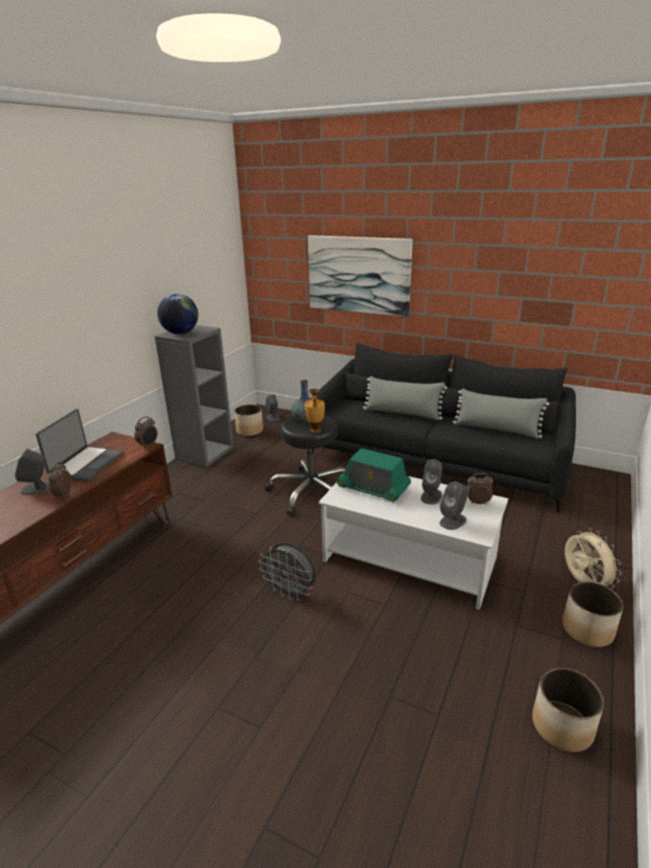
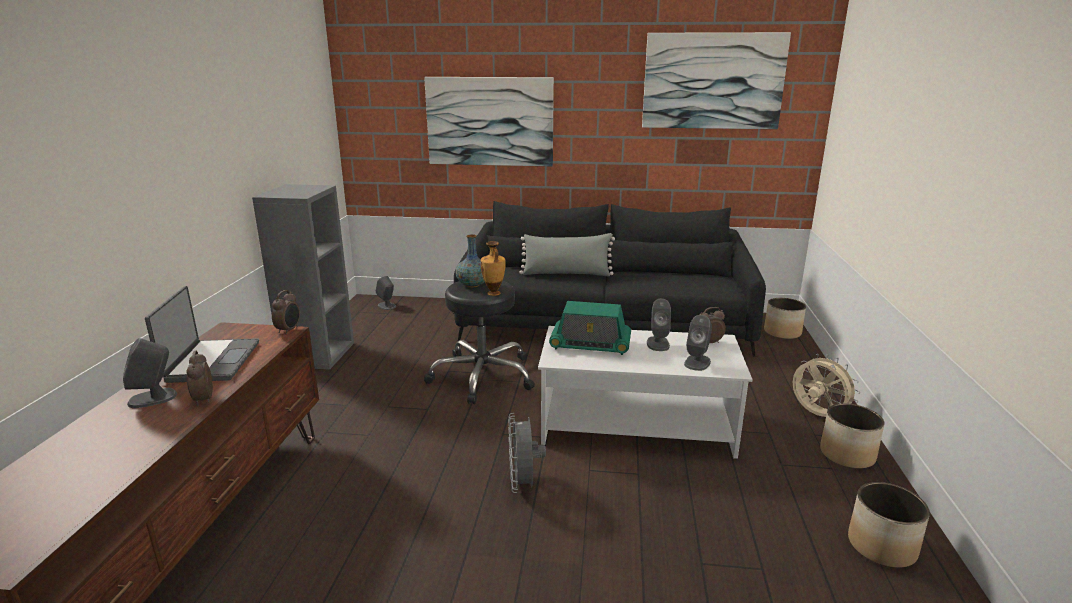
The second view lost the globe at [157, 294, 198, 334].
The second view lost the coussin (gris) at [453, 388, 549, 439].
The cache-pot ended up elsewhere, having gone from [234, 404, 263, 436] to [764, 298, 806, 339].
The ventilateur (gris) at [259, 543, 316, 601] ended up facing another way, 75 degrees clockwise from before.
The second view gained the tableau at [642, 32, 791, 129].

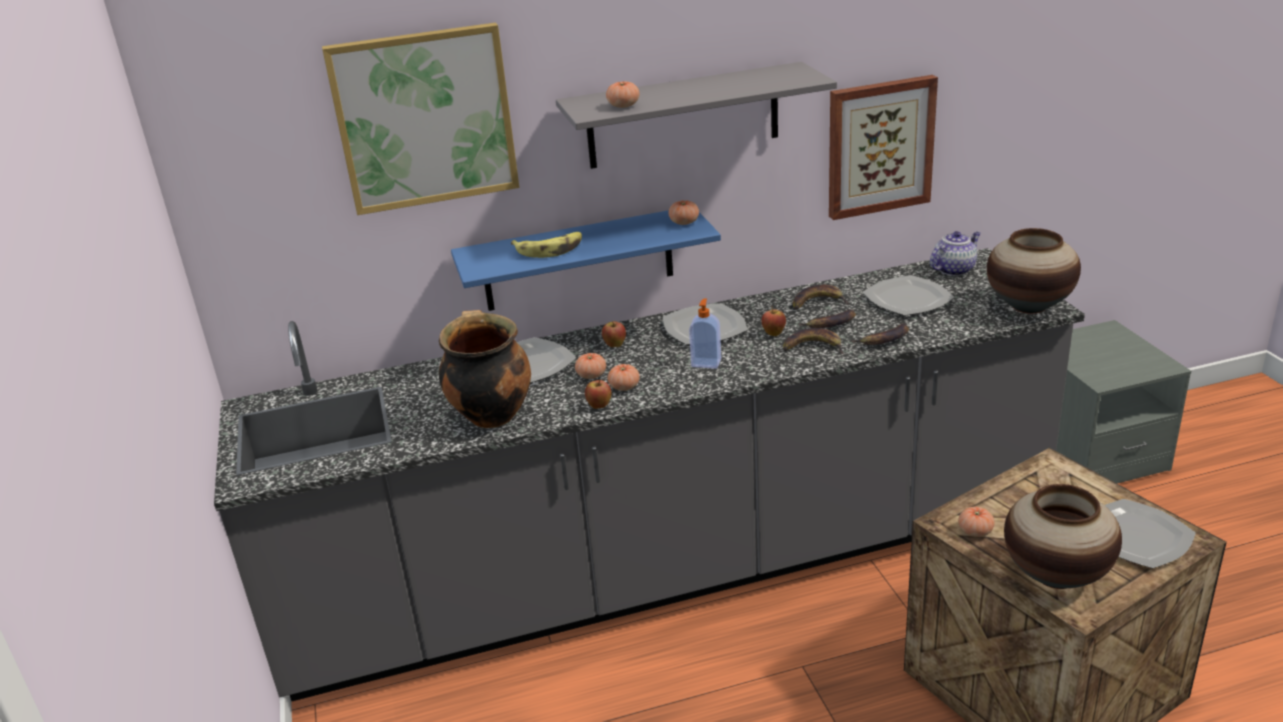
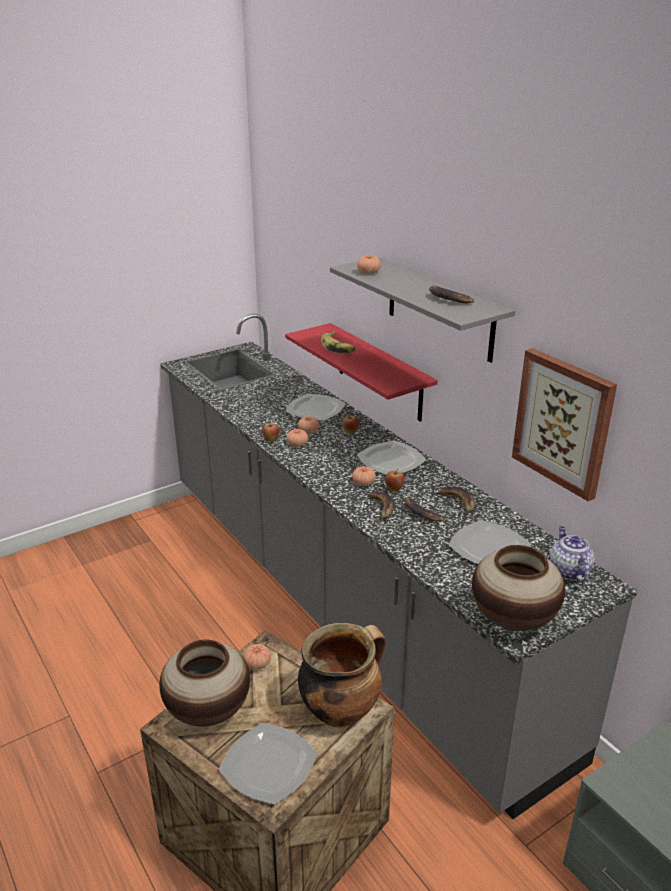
The second view lost the tableau at [322, 23, 519, 215].
The tomate ended up elsewhere, having gone from [669, 200, 699, 225] to [352, 466, 376, 486].
What was the étagère (bleu) at [451, 210, 721, 311] turned into the étagère (rouge) at [285, 323, 438, 422].
The théière at [930, 231, 981, 276] ended up facing another way, 135 degrees counterclockwise from before.
The second view lost the distributeur de savon at [689, 298, 721, 369].
The marmite ended up elsewhere, having gone from [439, 310, 531, 428] to [298, 623, 386, 727].
The banane ended up elsewhere, having gone from [851, 323, 909, 345] to [429, 286, 474, 304].

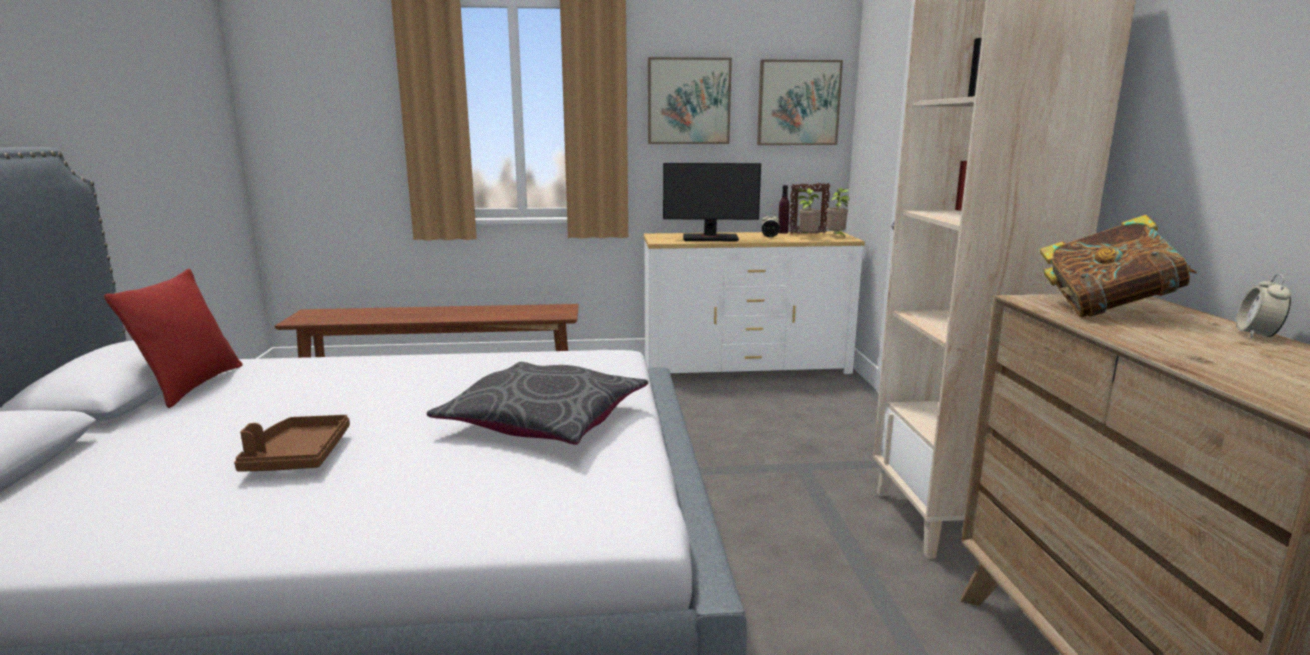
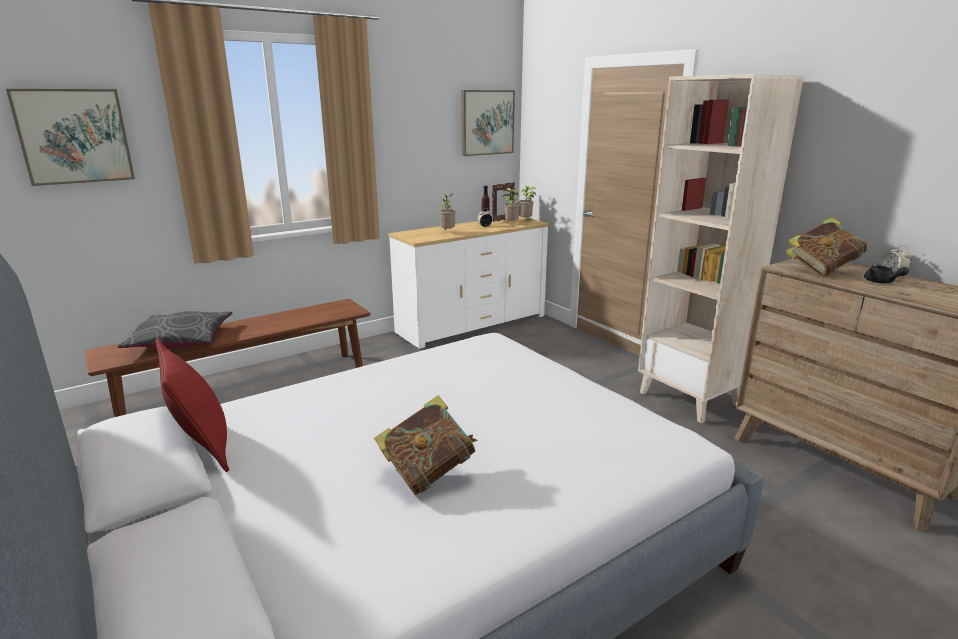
The tableau ended up elsewhere, having gone from [648, 57, 732, 144] to [6, 89, 135, 186].
Where the écran d'ordinateur stood at [663, 163, 761, 241], the plante en pot came to stand at [439, 194, 456, 230].
The coussin (gris) ended up elsewhere, having gone from [427, 362, 648, 445] to [118, 311, 232, 348].
Where the plateau (marron) stood at [234, 415, 350, 472], the livre came to stand at [374, 395, 478, 495].
The second view gained the théière (noir) at [864, 264, 909, 283].

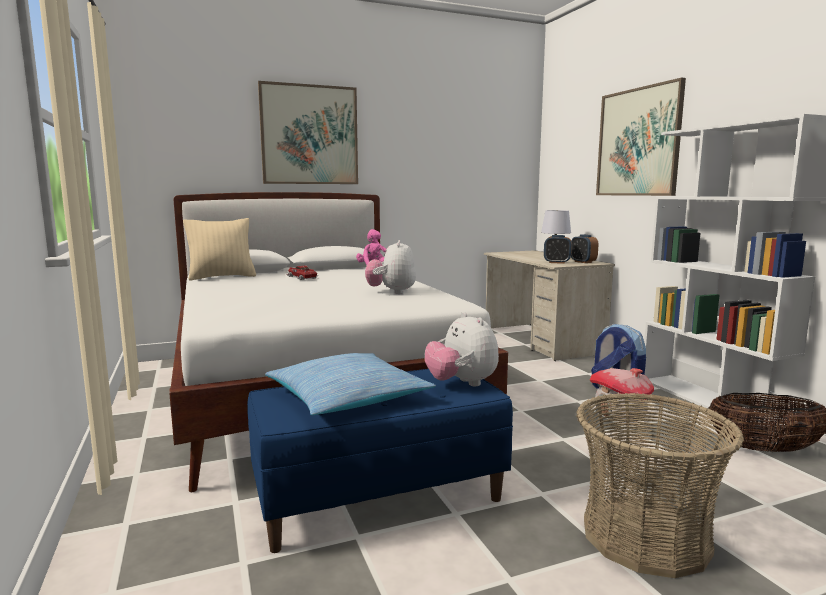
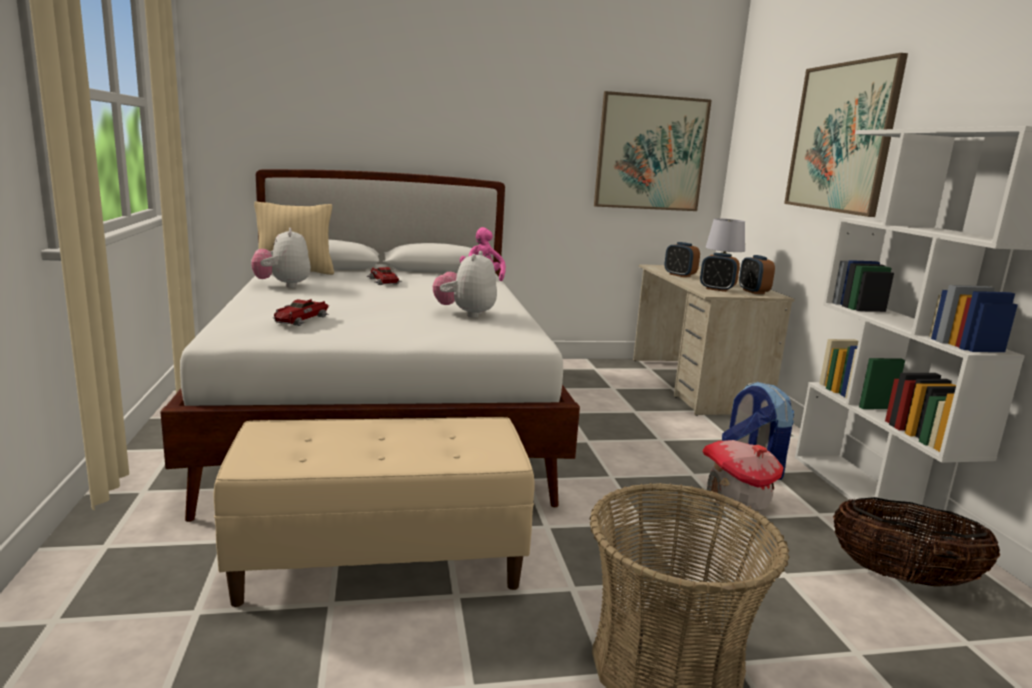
The tableau ended up elsewhere, having gone from [258, 81, 358, 184] to [594, 91, 712, 211].
The peluche ended up elsewhere, having gone from [425, 312, 499, 386] to [251, 228, 311, 288].
The second view lost the coussin at [265, 353, 436, 415].
What was the banc (bleu) at [247, 369, 513, 553] turned into the banc (beige) at [214, 417, 535, 607].
The second view gained the réveil at [665, 242, 700, 277].
The second view gained the petite voiture at [273, 299, 329, 326].

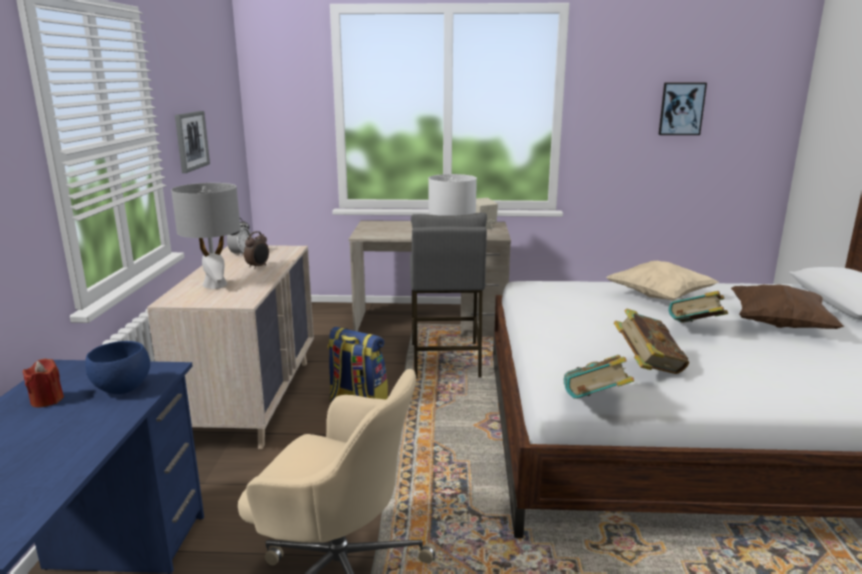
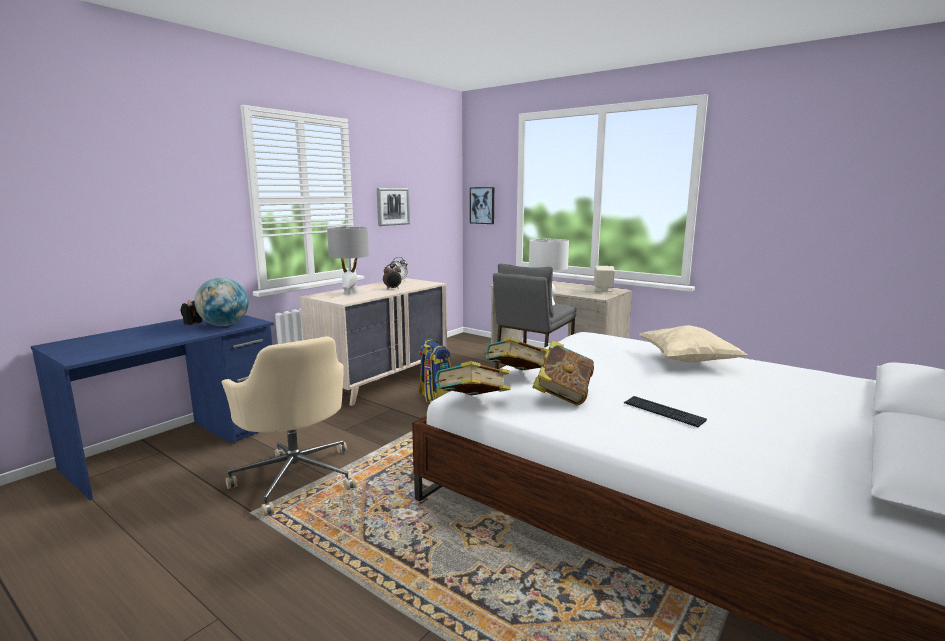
The tableau ended up elsewhere, having gone from [658, 83, 707, 135] to [470, 187, 494, 224].
The second view lost the coussin (marron) at [731, 284, 844, 329].
The livre ended up elsewhere, having gone from [668, 291, 728, 323] to [484, 337, 549, 370].
Where the bol (bleu) stood at [85, 341, 150, 394], the globe came to stand at [194, 277, 249, 326].
What was the bougie (rouge) at [22, 359, 64, 407] turned into the bougie (noir) at [181, 300, 202, 325].
The second view gained the clavier at [624, 396, 707, 427].

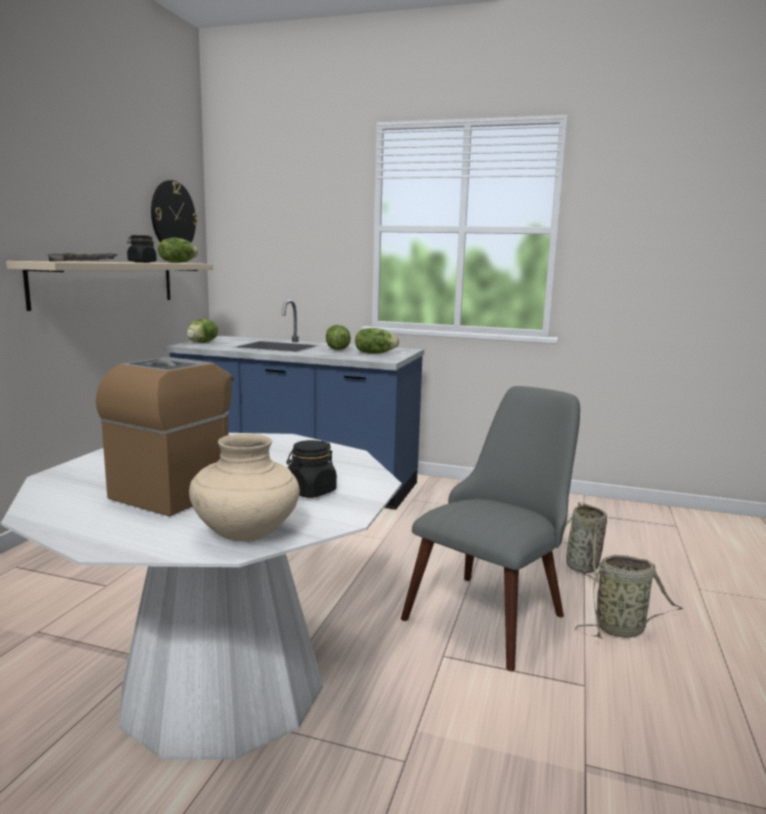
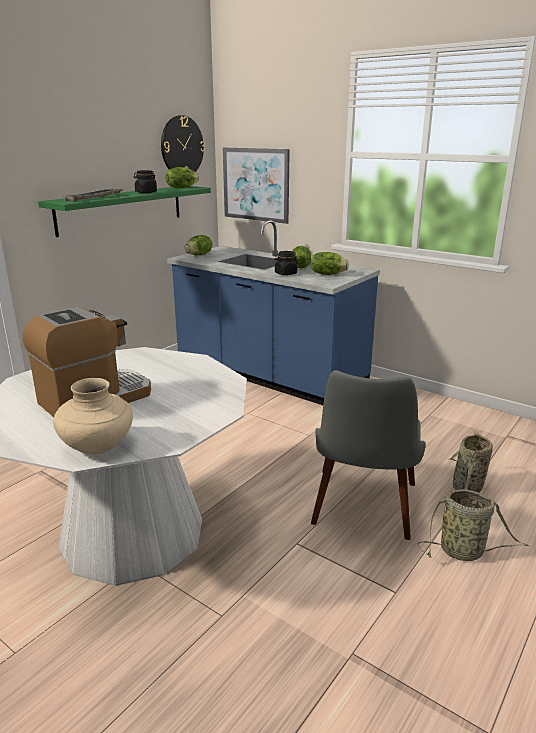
What was the étagère (beige) at [6, 261, 213, 311] turned into the étagère (vert) at [38, 186, 211, 237].
The chaise (gris) at [401, 386, 580, 671] ended up facing another way, 135 degrees clockwise from before.
The bocal (noir) ended up elsewhere, having gone from [287, 440, 337, 498] to [275, 251, 297, 275].
The second view gained the tableau at [223, 148, 290, 224].

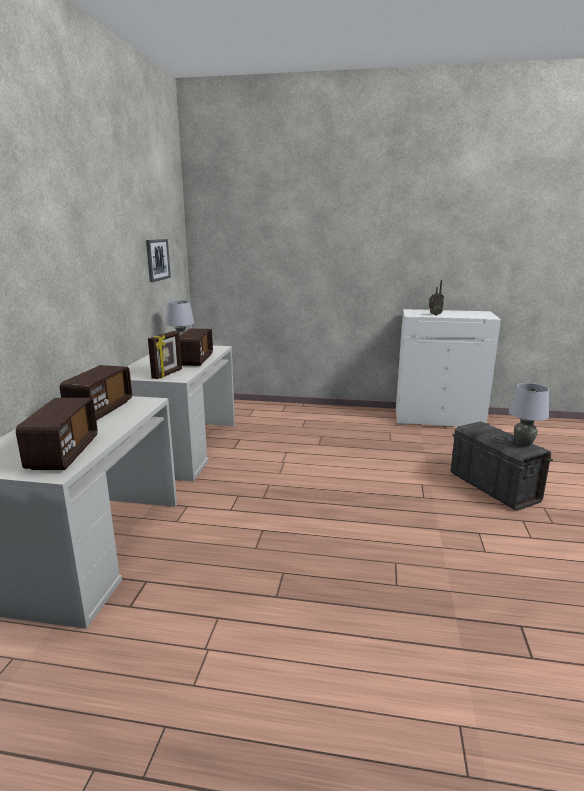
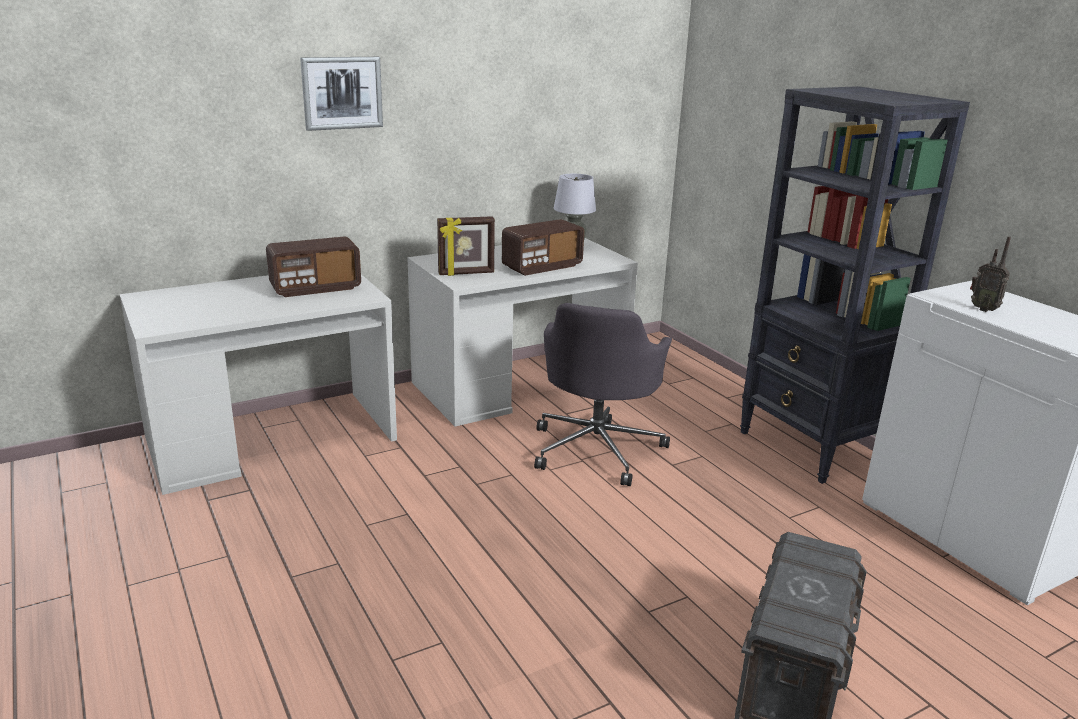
The tableau ended up elsewhere, having gone from [146, 239, 171, 282] to [300, 57, 383, 131].
The second view lost the lampe de table (gris) at [509, 383, 549, 447].
The second view lost the radio at [16, 398, 98, 470].
The second view gained the bibliothèque (noir) at [740, 86, 970, 484].
The second view gained the chaise de bureau (gris) at [534, 303, 672, 486].

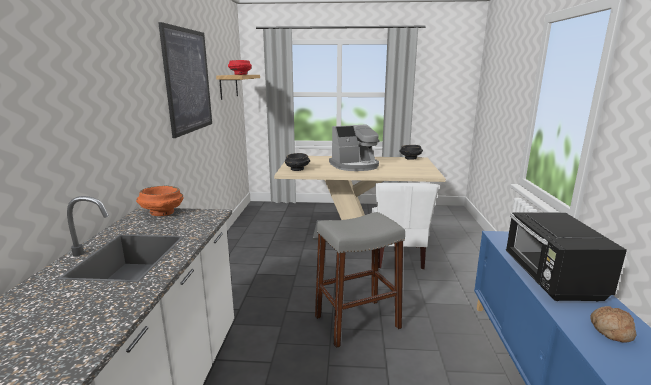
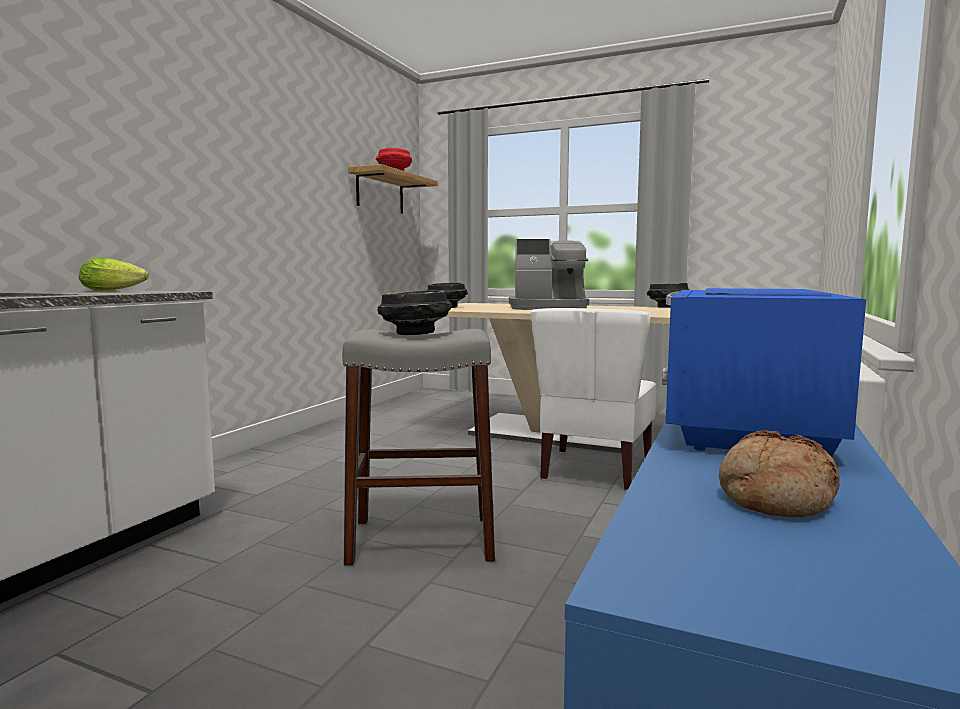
The second view lost the tableau at [158, 22, 212, 138].
Where the bol (orange) stood at [136, 186, 184, 216], the laitue came to stand at [79, 257, 149, 291].
What was the micro-ondes (noir) at [506, 212, 627, 302] turned into the micro-ondes (bleu) at [662, 288, 866, 457].
The second view gained the bol (noir) at [378, 290, 452, 335].

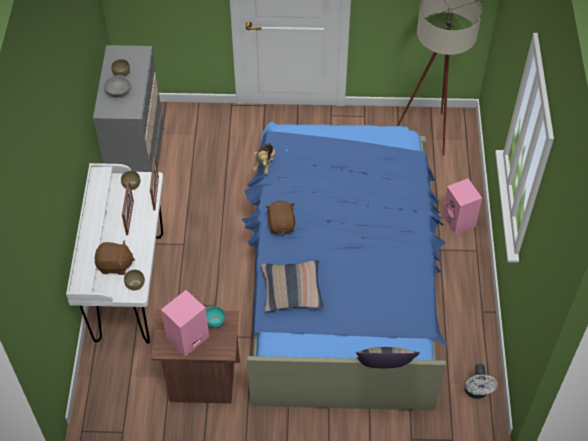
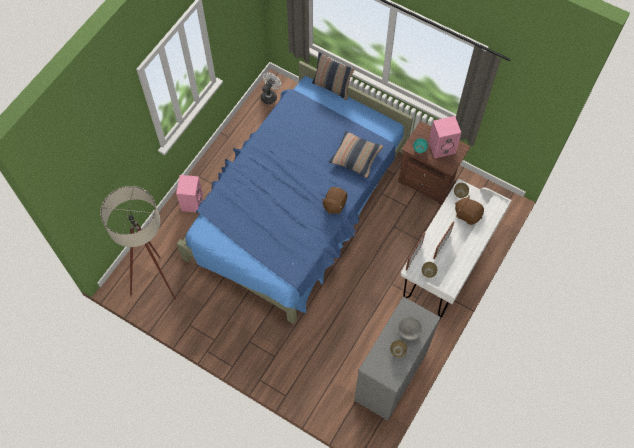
The second view lost the peluche at [253, 143, 275, 174].

